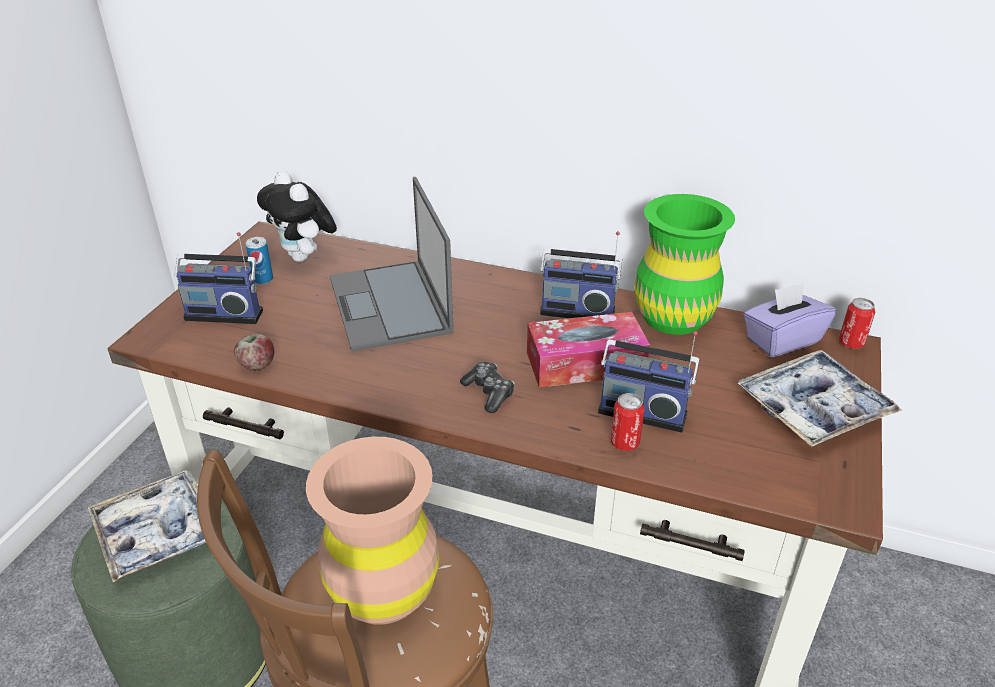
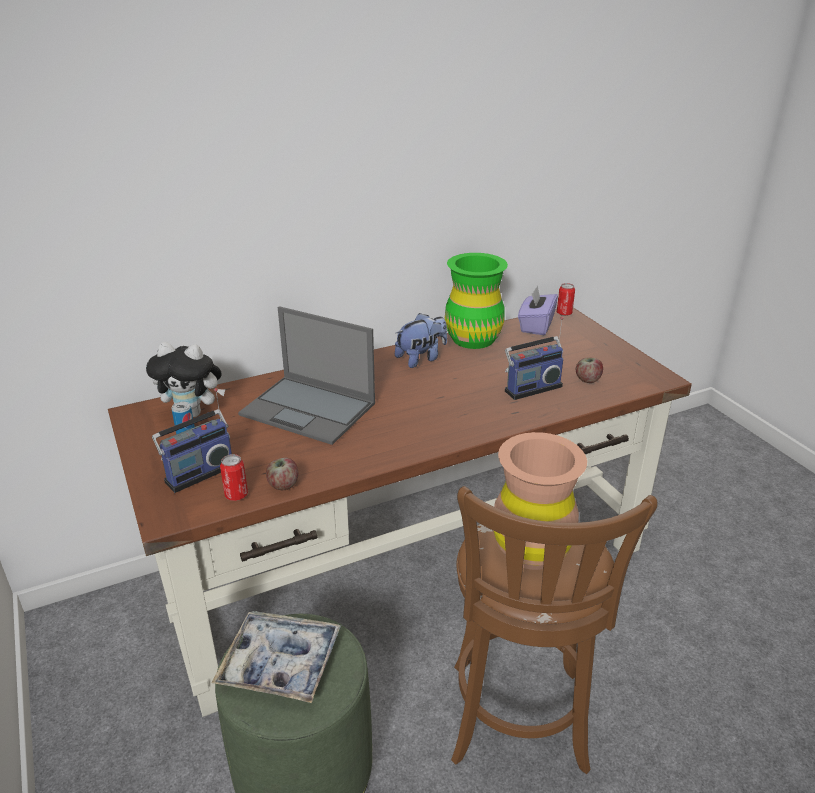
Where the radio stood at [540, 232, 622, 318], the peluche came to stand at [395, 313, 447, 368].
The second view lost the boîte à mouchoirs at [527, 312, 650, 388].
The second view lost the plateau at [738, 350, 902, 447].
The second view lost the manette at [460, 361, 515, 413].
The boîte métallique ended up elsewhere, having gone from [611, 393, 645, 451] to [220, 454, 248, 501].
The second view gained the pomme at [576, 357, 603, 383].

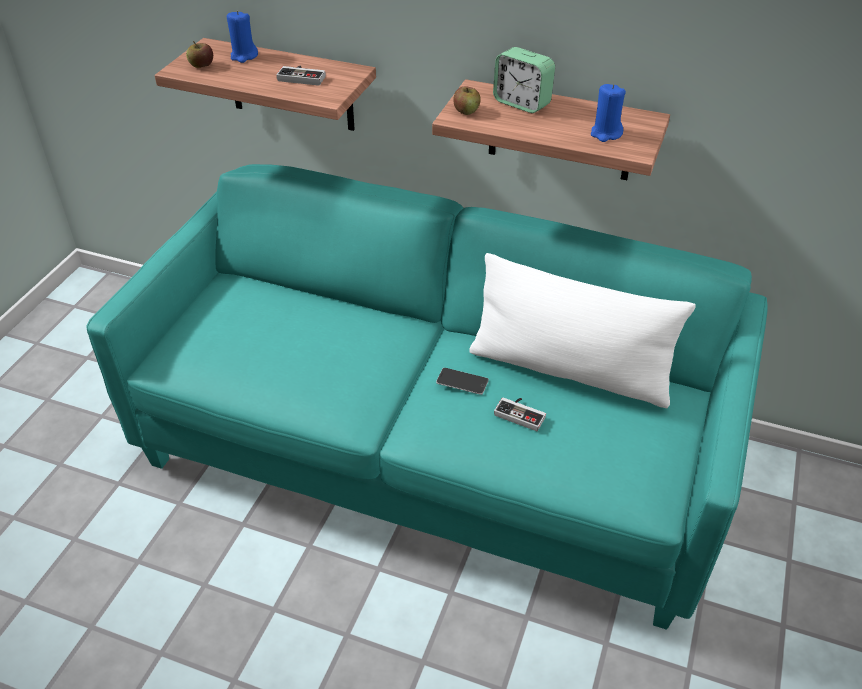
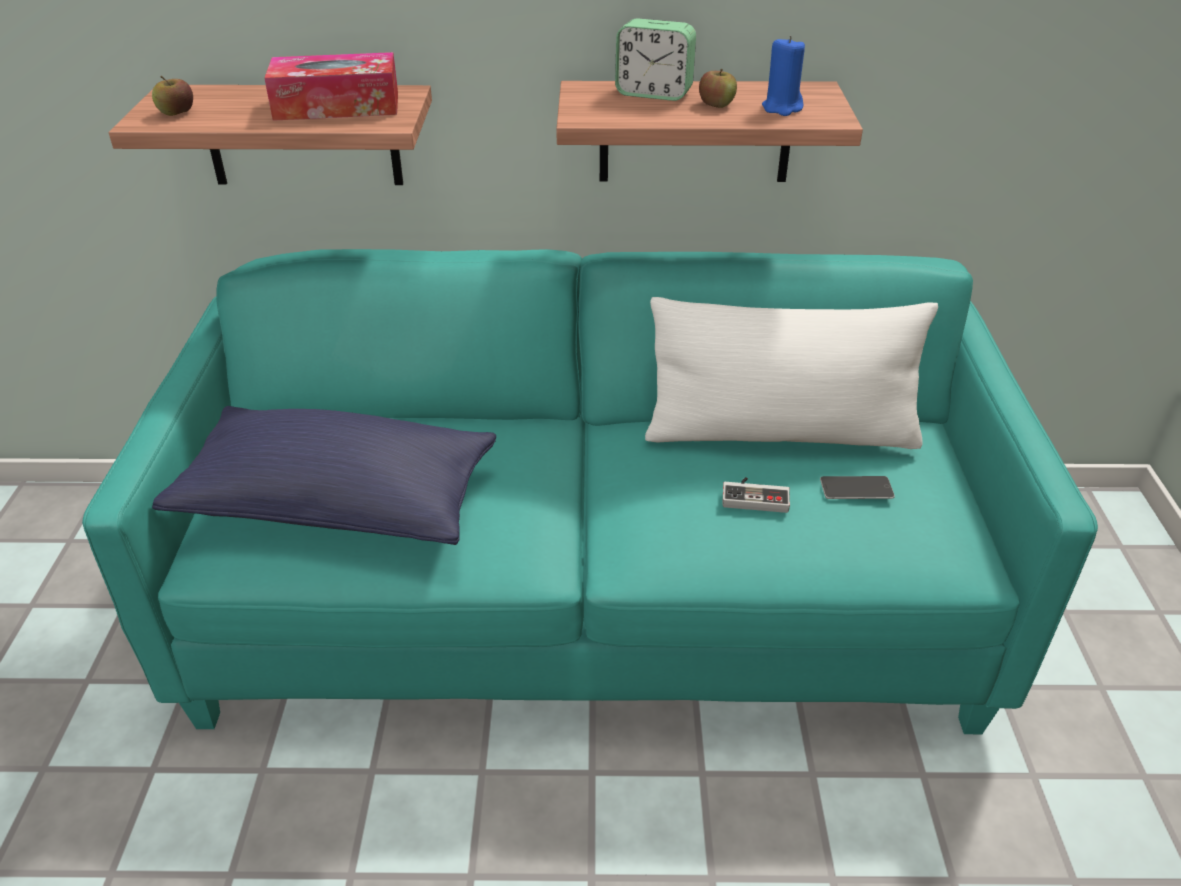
The second view lost the bougie (bleu) at [227, 11, 258, 63].
Where the manette stood at [276, 65, 326, 86], the boîte à mouchoirs came to stand at [264, 52, 398, 121].
The pomme ended up elsewhere, having gone from [453, 87, 481, 115] to [699, 69, 737, 108].
The téléphone ended up elsewhere, having gone from [436, 368, 489, 395] to [820, 476, 895, 499].
The second view gained the coussin (bleu) at [152, 406, 496, 545].

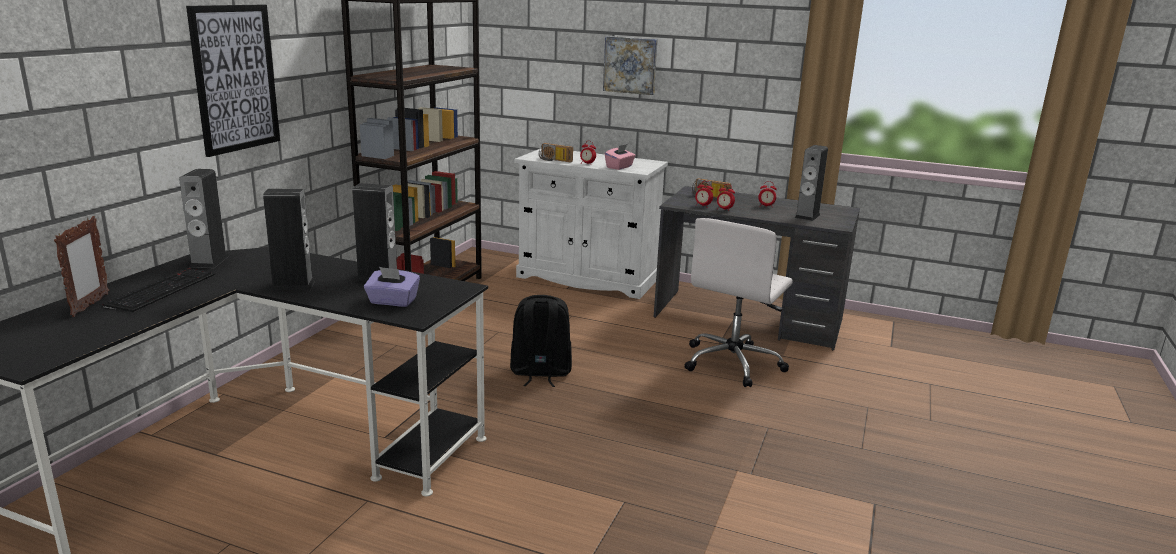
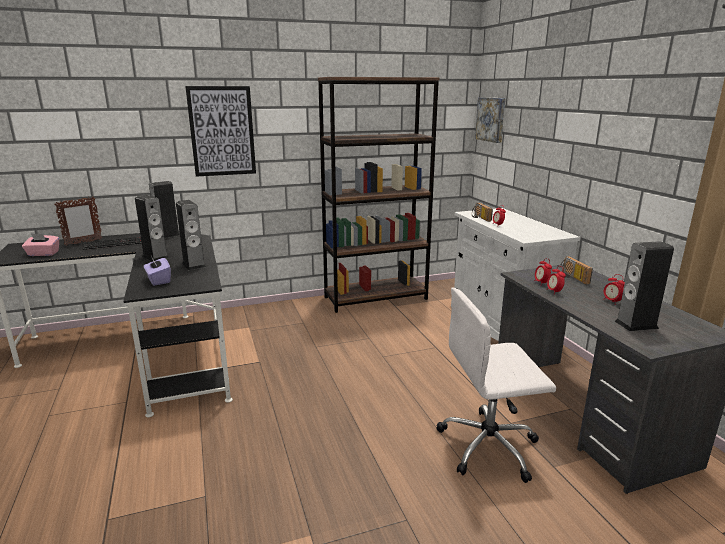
The tableau ended up elsewhere, having gone from [603, 36, 658, 95] to [475, 97, 505, 143].
The boîte à mouchoirs (rose) ended up elsewhere, having gone from [605, 144, 635, 170] to [22, 233, 59, 256].
The second view lost the sac à dos (noir) at [510, 295, 572, 387].

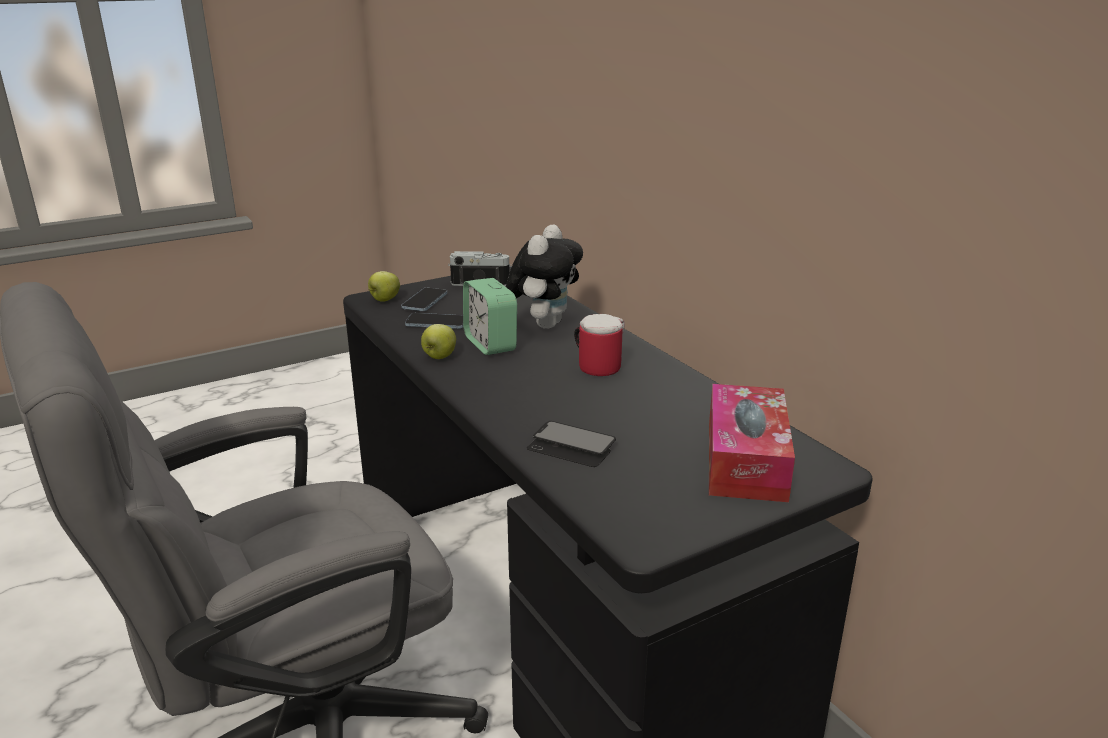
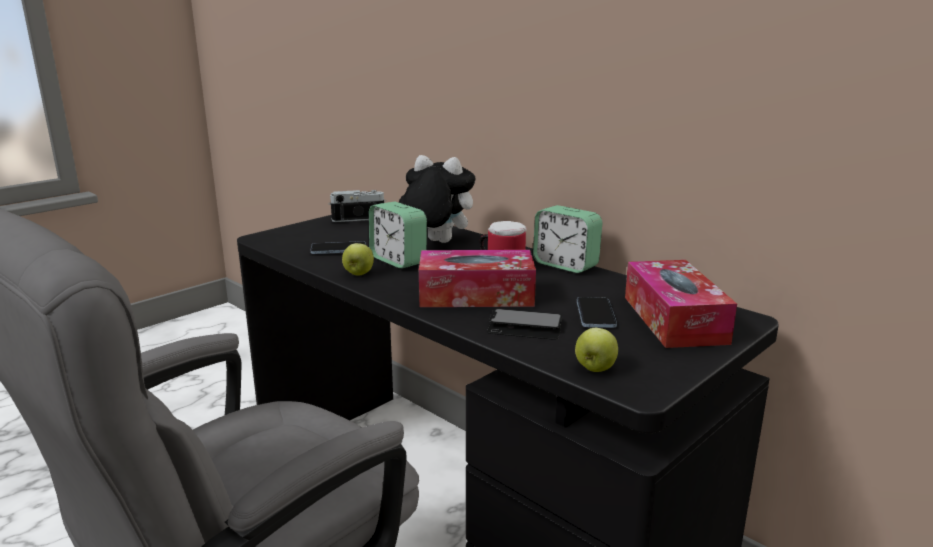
The peluche at [506, 225, 583, 329] ended up facing another way, 75 degrees counterclockwise from before.
The pomme ended up elsewhere, having gone from [368, 271, 400, 302] to [575, 328, 618, 372].
The téléphone ended up elsewhere, having gone from [401, 288, 447, 311] to [577, 297, 617, 328].
The second view gained the réveil at [533, 205, 602, 273].
The second view gained the boîte à mouchoirs at [419, 250, 536, 307].

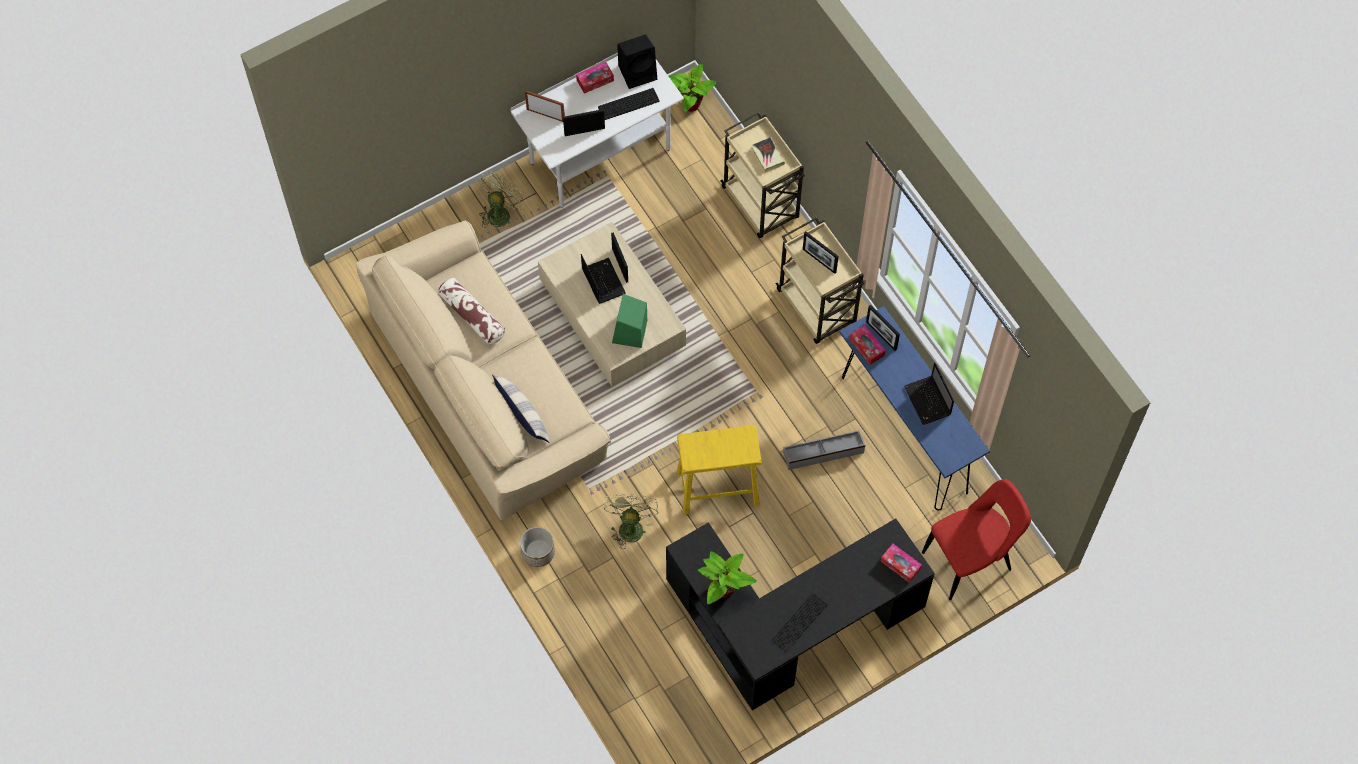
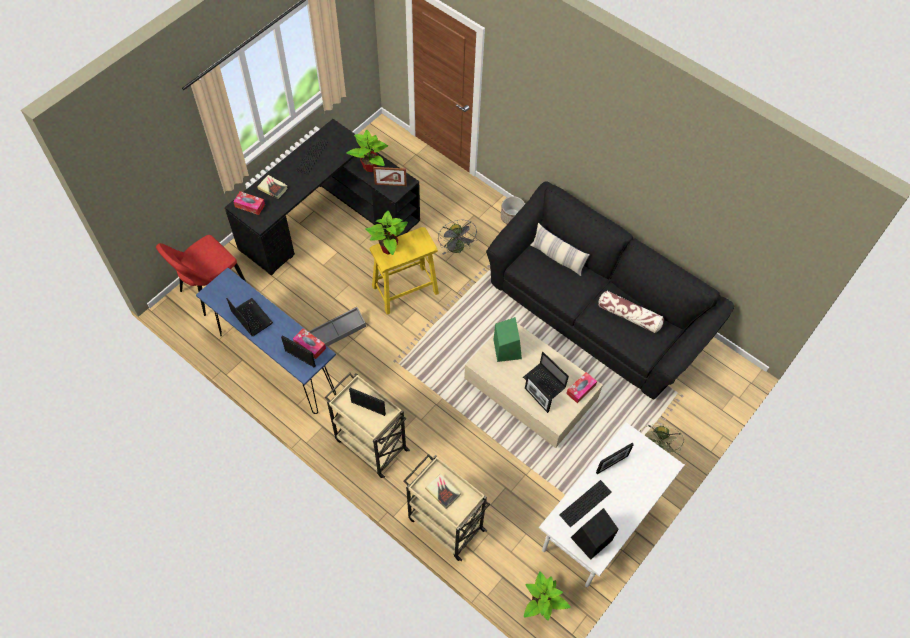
The boîte à mouchoirs ended up elsewhere, having gone from [576, 62, 614, 94] to [566, 372, 597, 403].
The cadre photo ended up elsewhere, having gone from [525, 90, 565, 122] to [373, 167, 407, 186].
What was the canapé (beige) at [356, 220, 611, 520] turned into the canapé (noir) at [486, 181, 735, 400].
What was the ventilateur (vert) at [604, 494, 659, 549] turned into the ventilateur (gris) at [438, 220, 477, 255].
The second view gained the livre at [257, 175, 288, 199].
The second view gained the plante en pot at [366, 211, 408, 255].

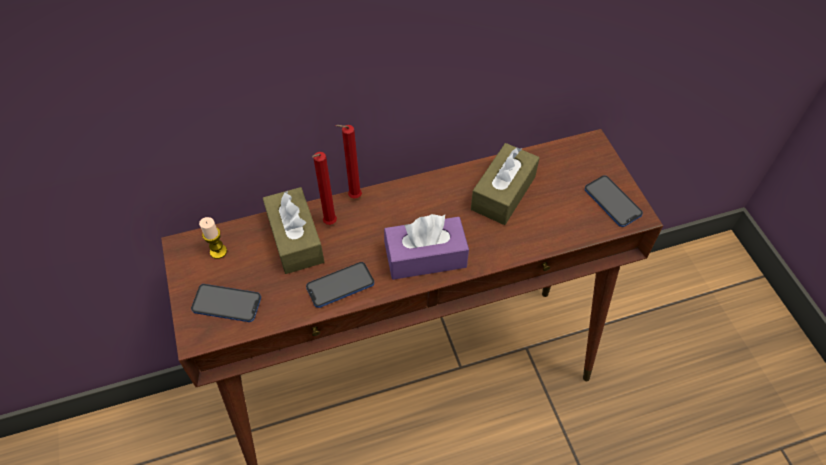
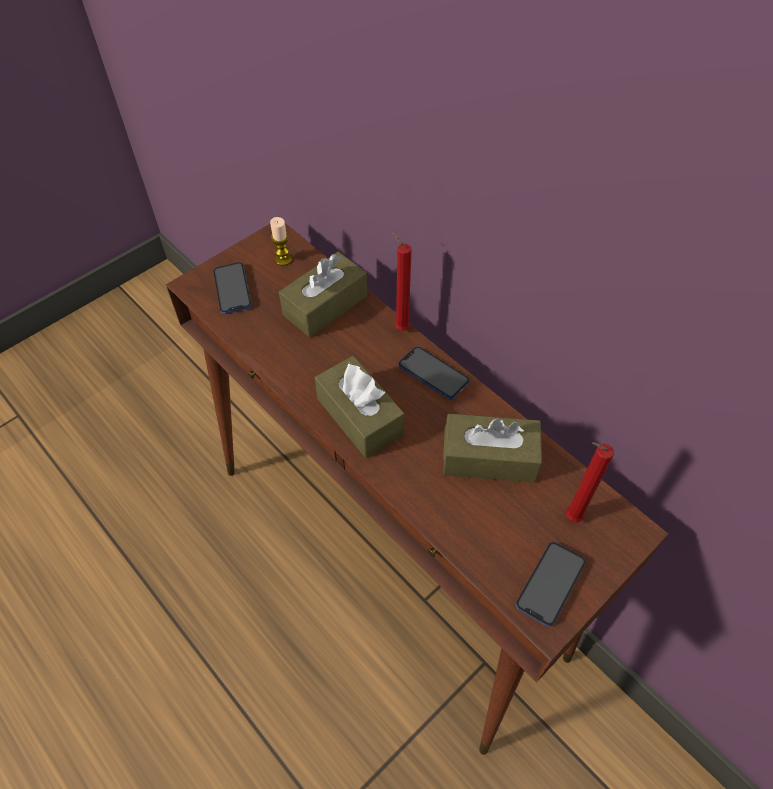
The bougie (rouge) ended up elsewhere, having gone from [312, 152, 337, 225] to [566, 442, 614, 523].
What was the boîte à mouchoirs (violet) at [384, 214, 469, 280] turned into the boîte à mouchoirs (marron) at [315, 356, 405, 458].
The téléphone ended up elsewhere, having gone from [306, 262, 374, 308] to [399, 347, 470, 400].

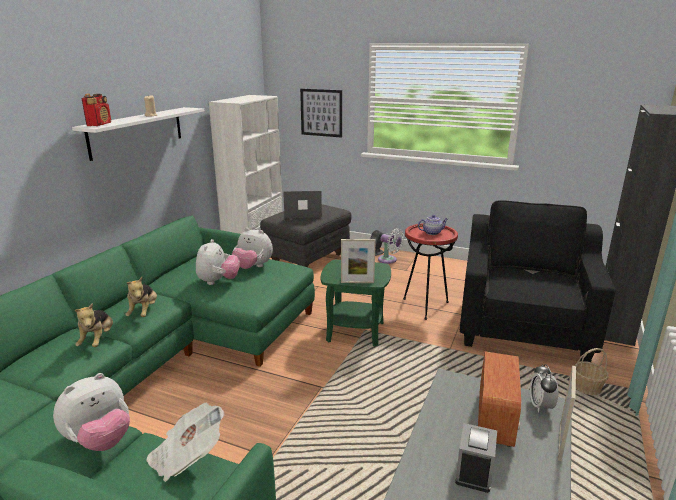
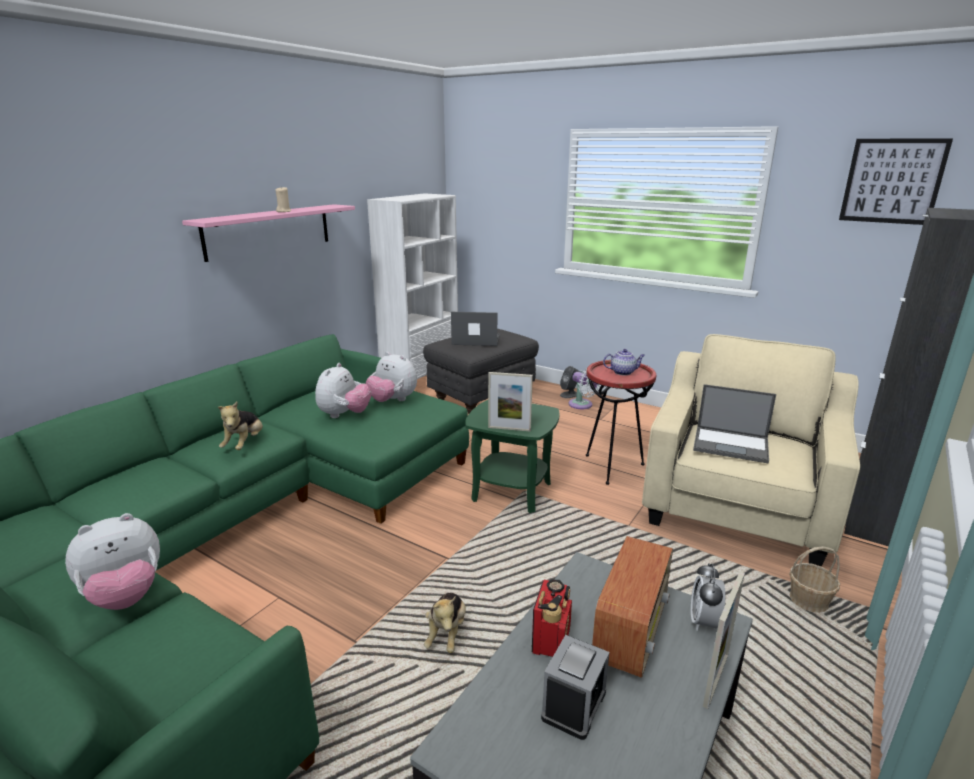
The tableau ended up elsewhere, having gone from [300, 89, 342, 138] to [839, 138, 953, 225].
The radio ended up elsewhere, having gone from [82, 93, 111, 126] to [532, 579, 572, 657].
What was the étagère (blanc) at [72, 107, 204, 161] turned into the étagère (rose) at [182, 204, 355, 262].
What was the fauteuil (noir) at [460, 200, 615, 362] turned into the fauteuil (beige) at [642, 334, 860, 566].
The peluche ended up elsewhere, having gone from [75, 303, 113, 347] to [424, 593, 466, 653].
The second view lost the journal at [146, 403, 225, 482].
The second view gained the ordinateur portable at [693, 384, 776, 464].

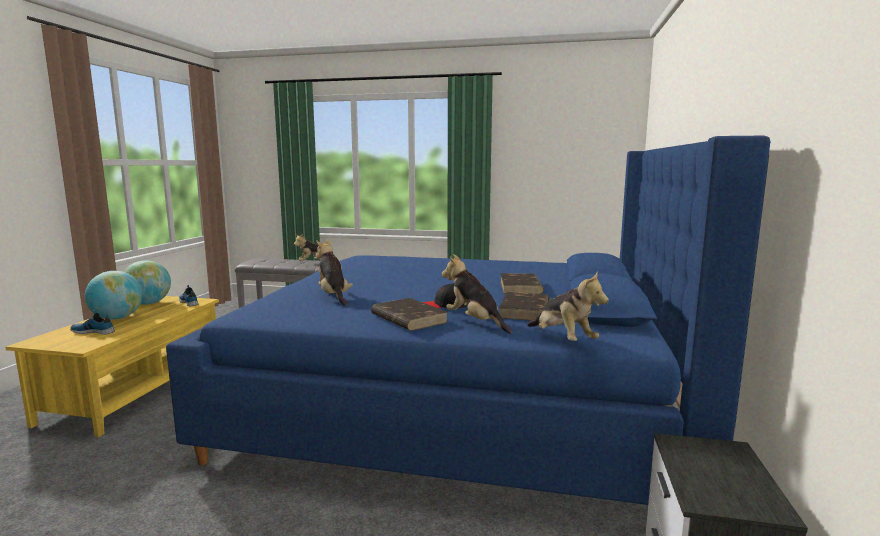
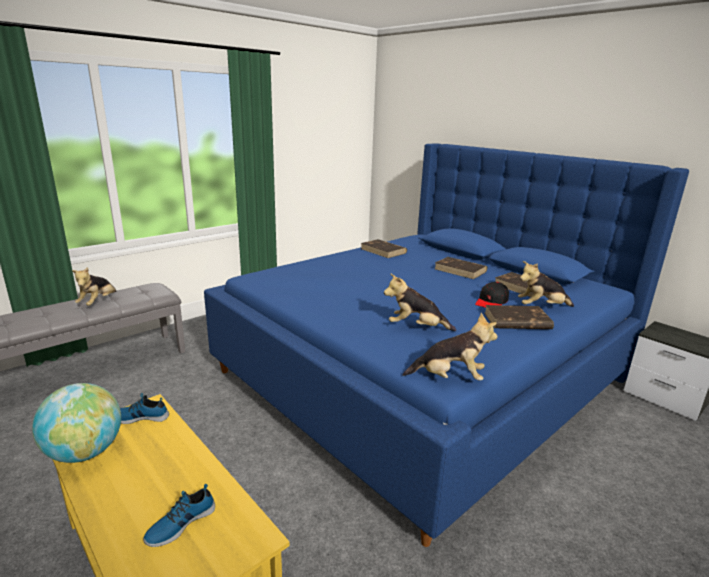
The second view lost the globe at [85, 271, 143, 320].
The peluche ended up elsewhere, having gone from [527, 271, 609, 341] to [403, 313, 498, 381].
The second view gained the livre (marron) at [361, 239, 407, 258].

